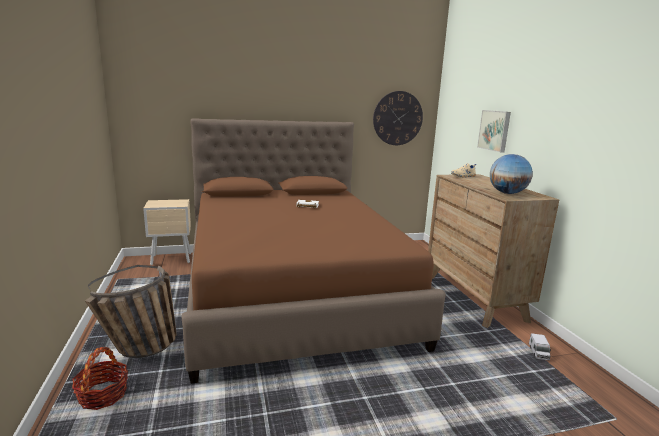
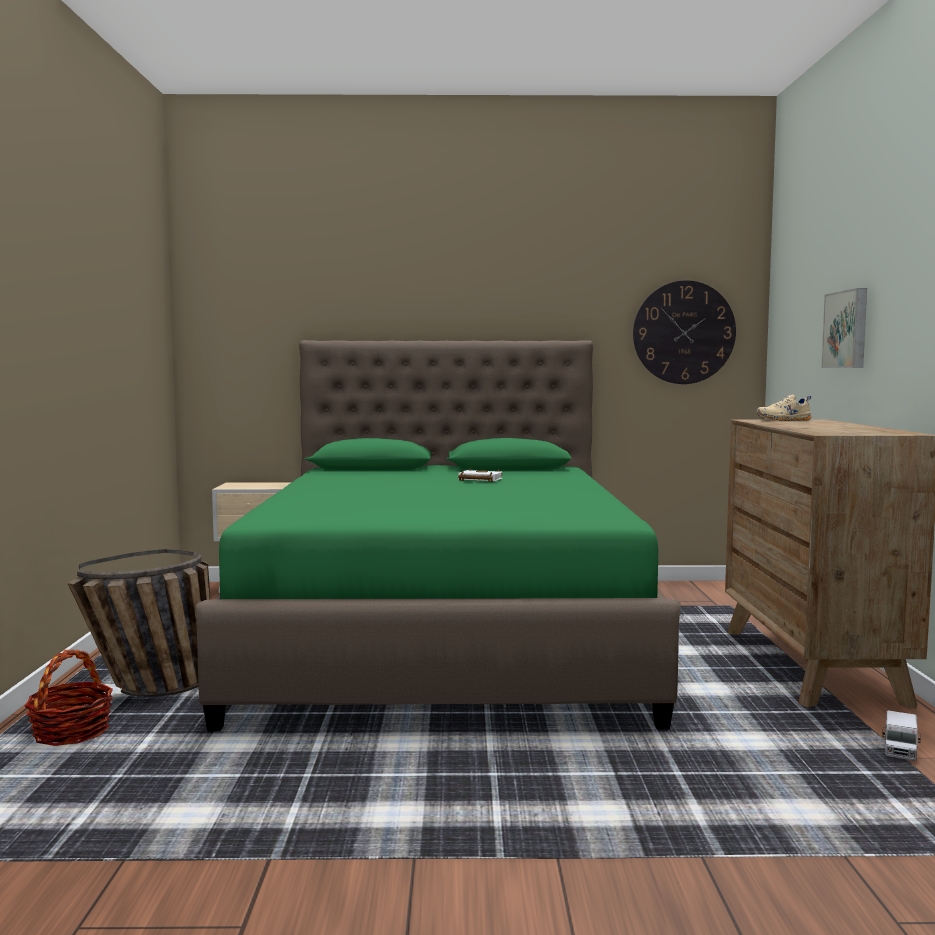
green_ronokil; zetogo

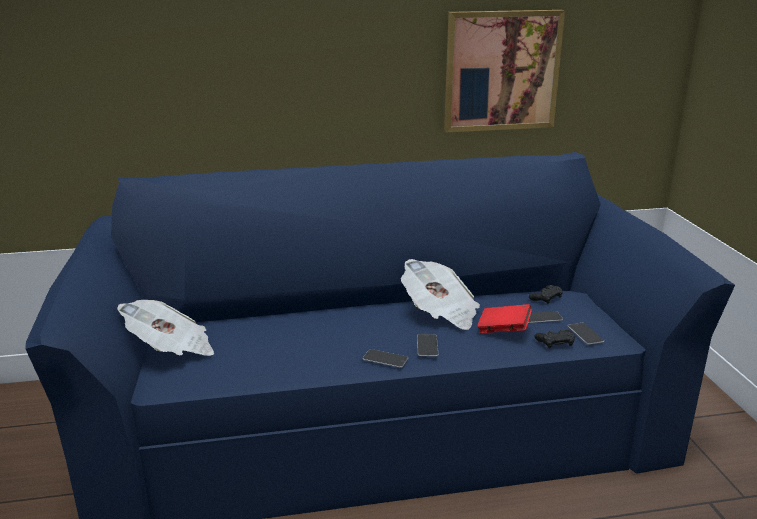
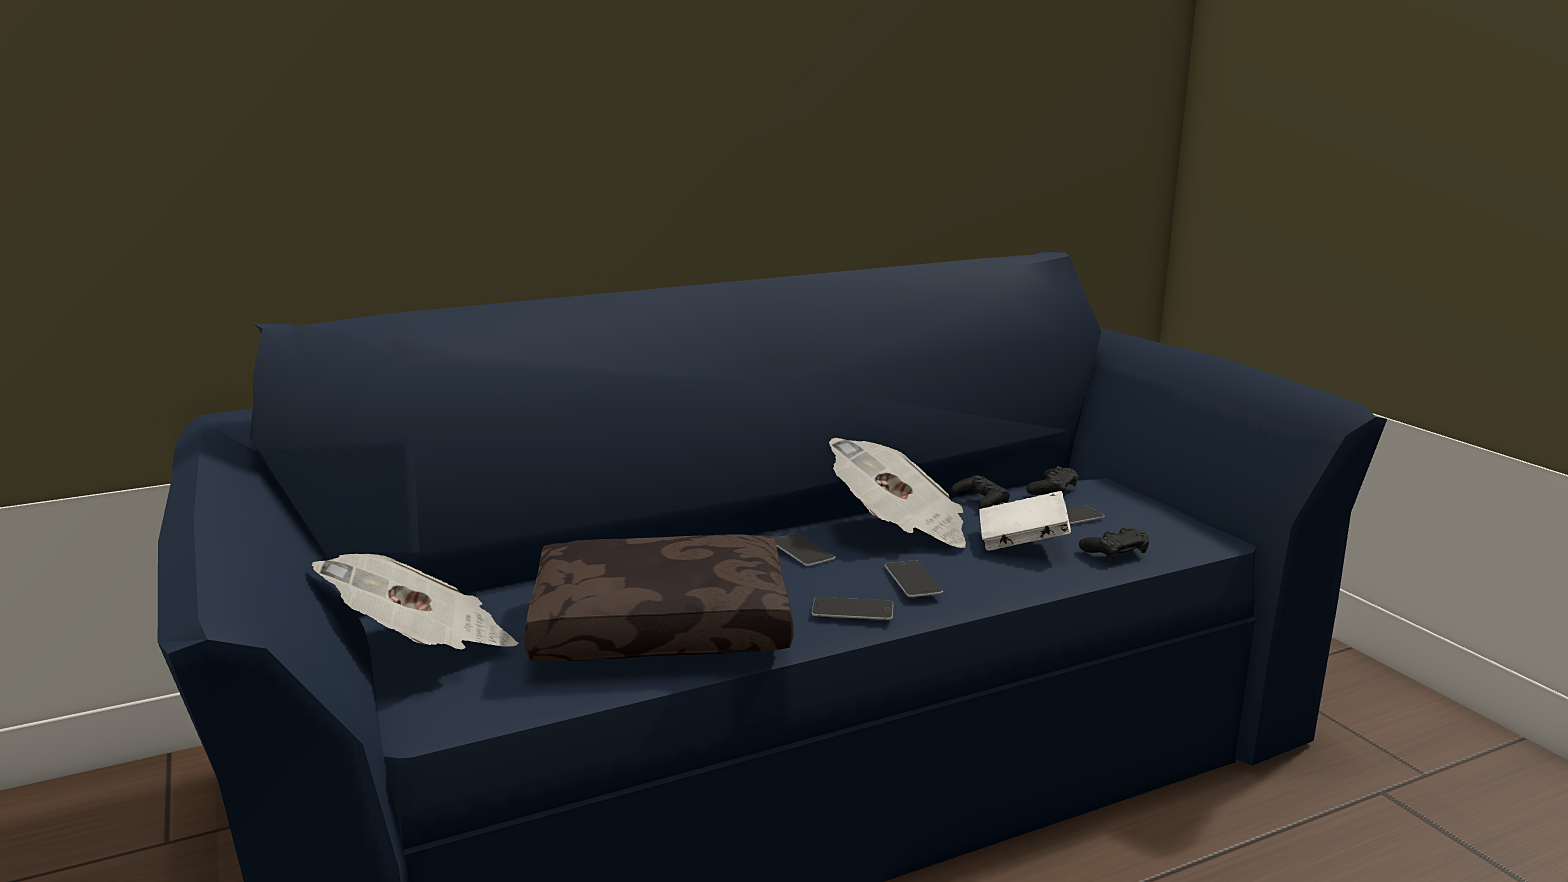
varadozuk; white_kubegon; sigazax (no. 1 from left); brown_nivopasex; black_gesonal (no. 1 from left)

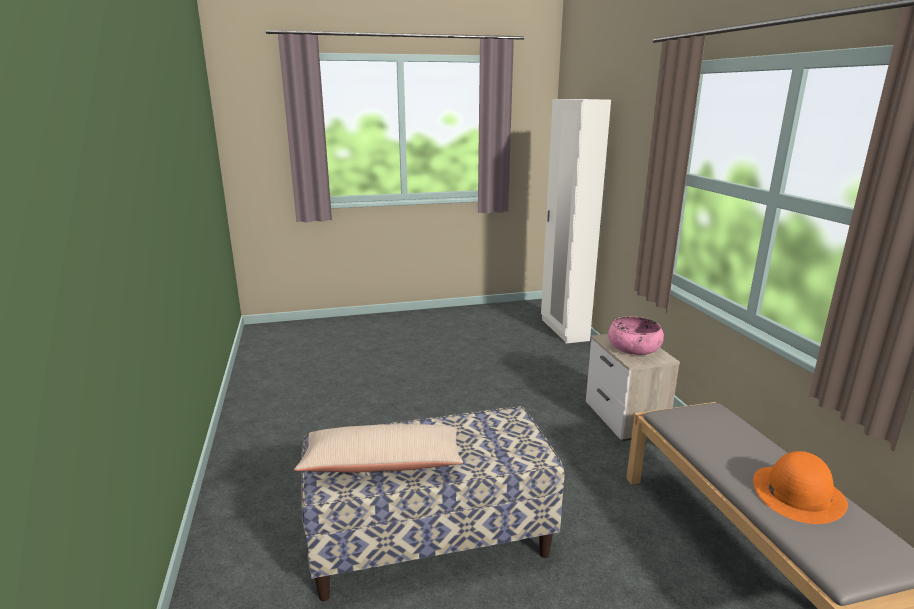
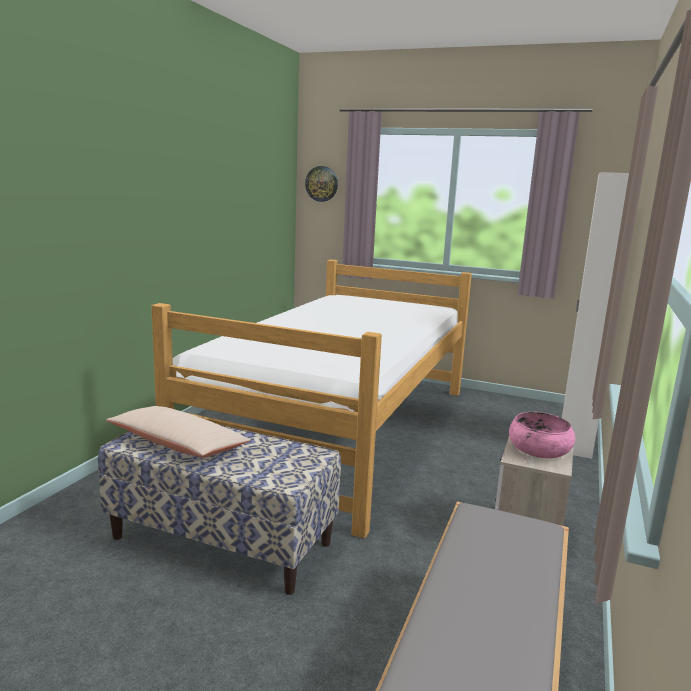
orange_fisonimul; ronokil; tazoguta

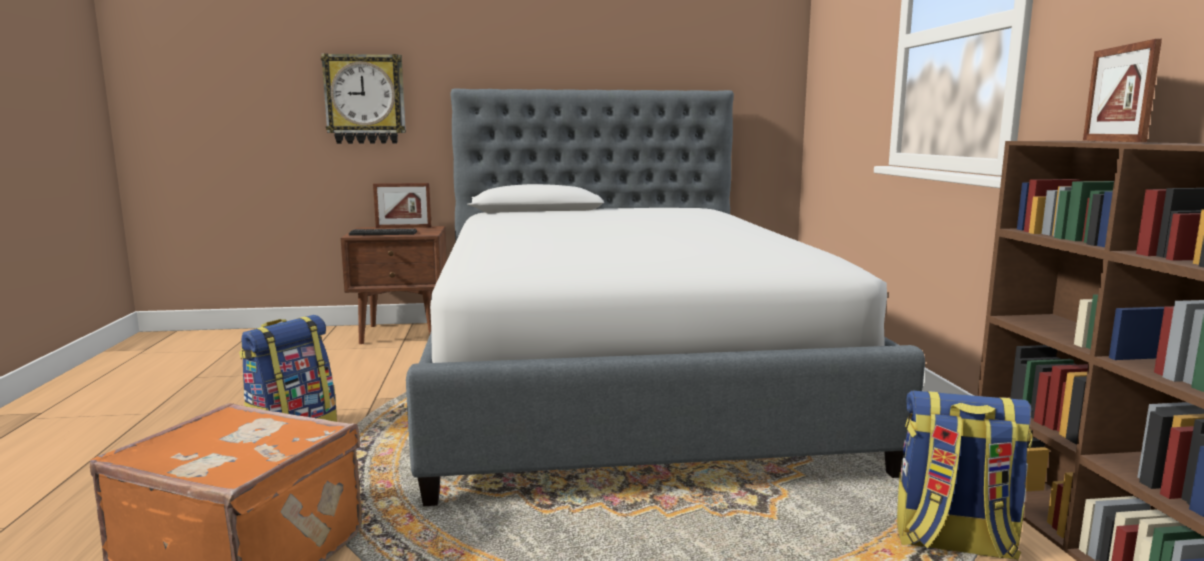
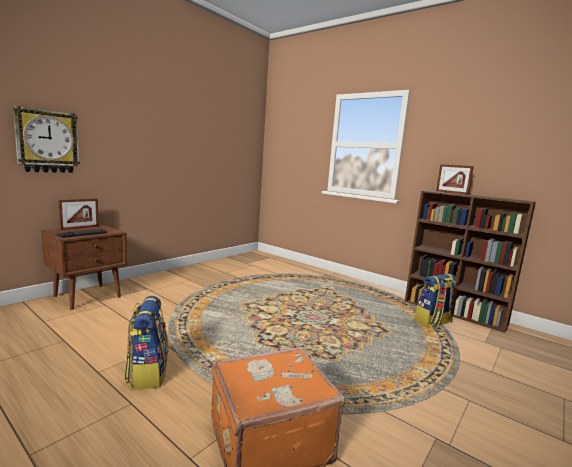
ronokil

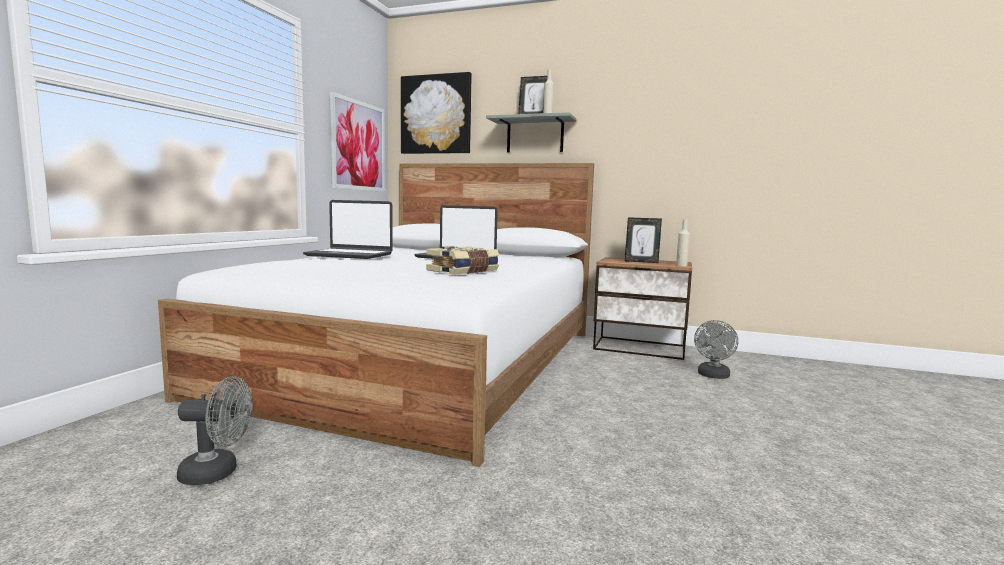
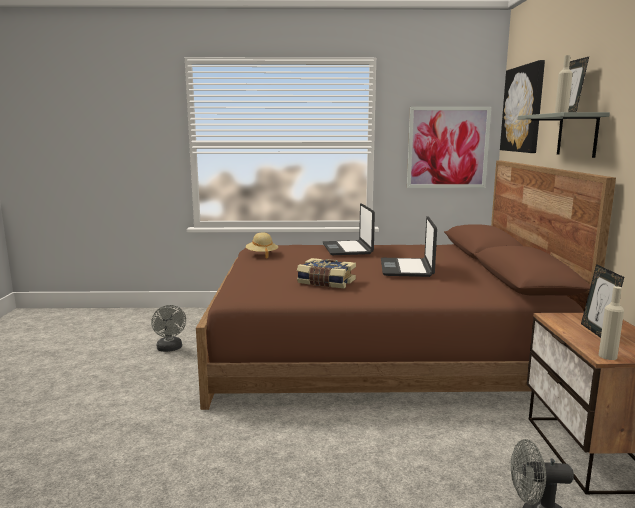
brown_ronokil; beige_fisonimul

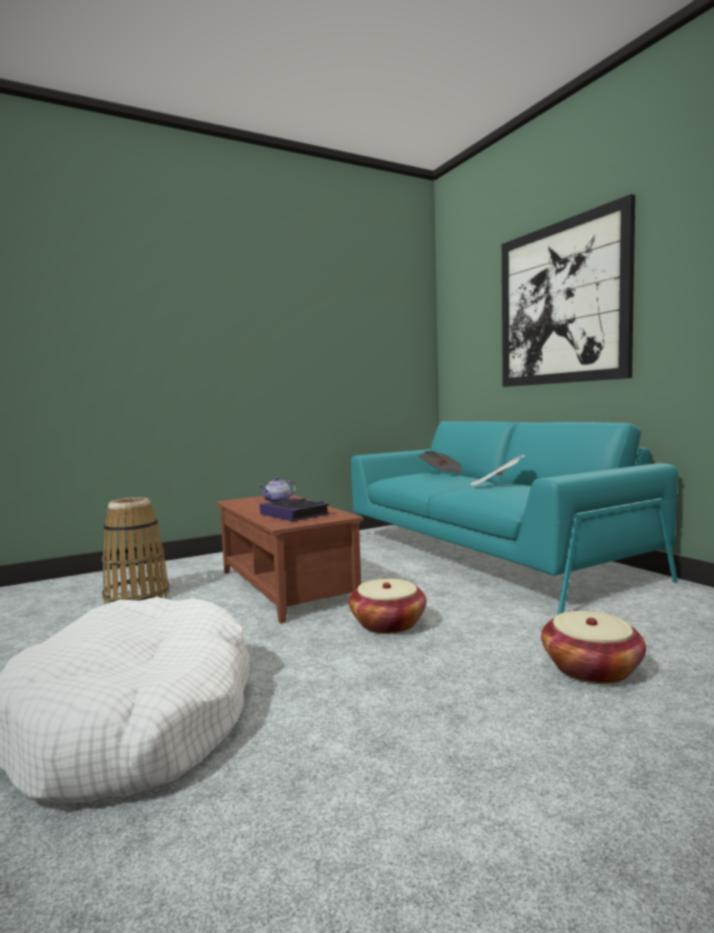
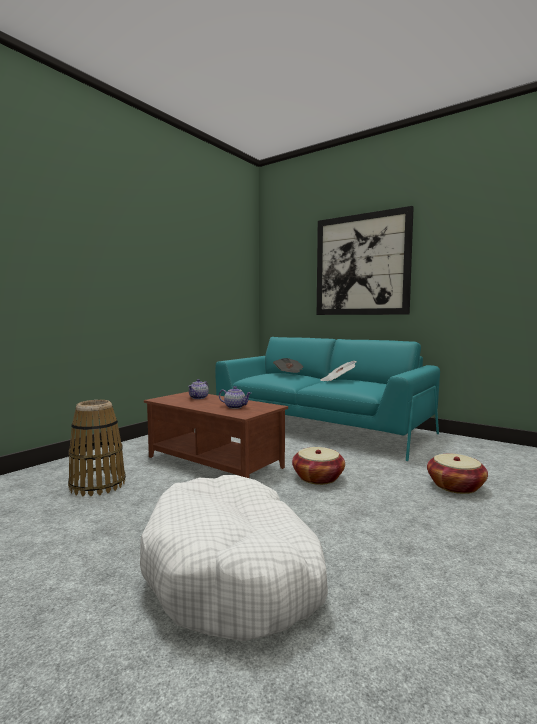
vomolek (no. 2 from left)

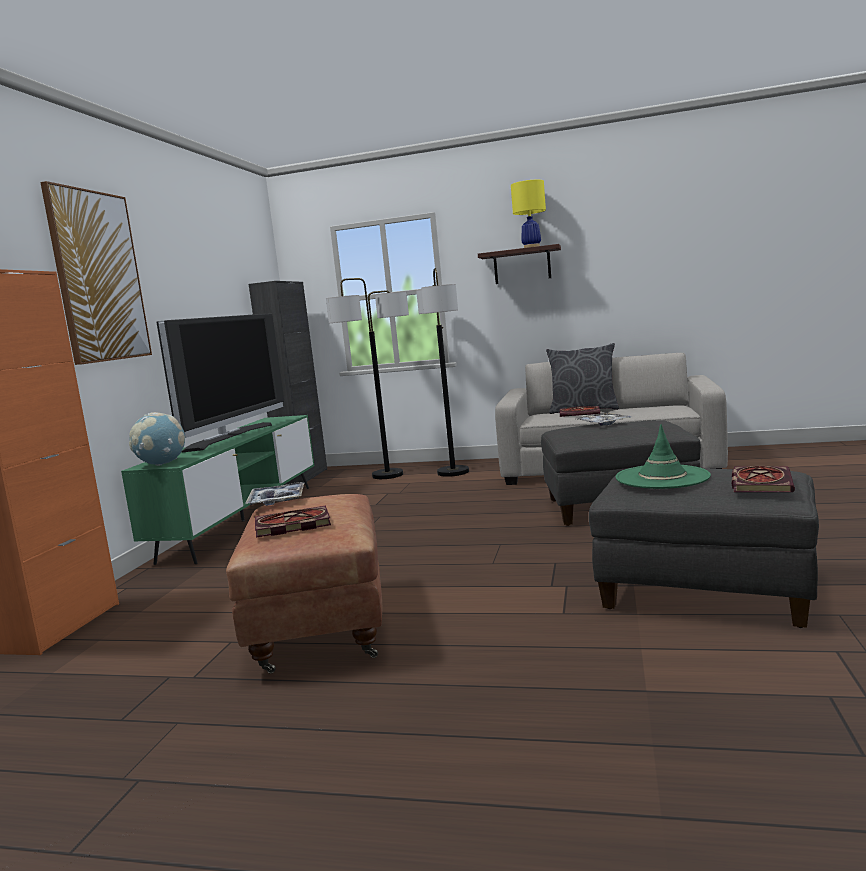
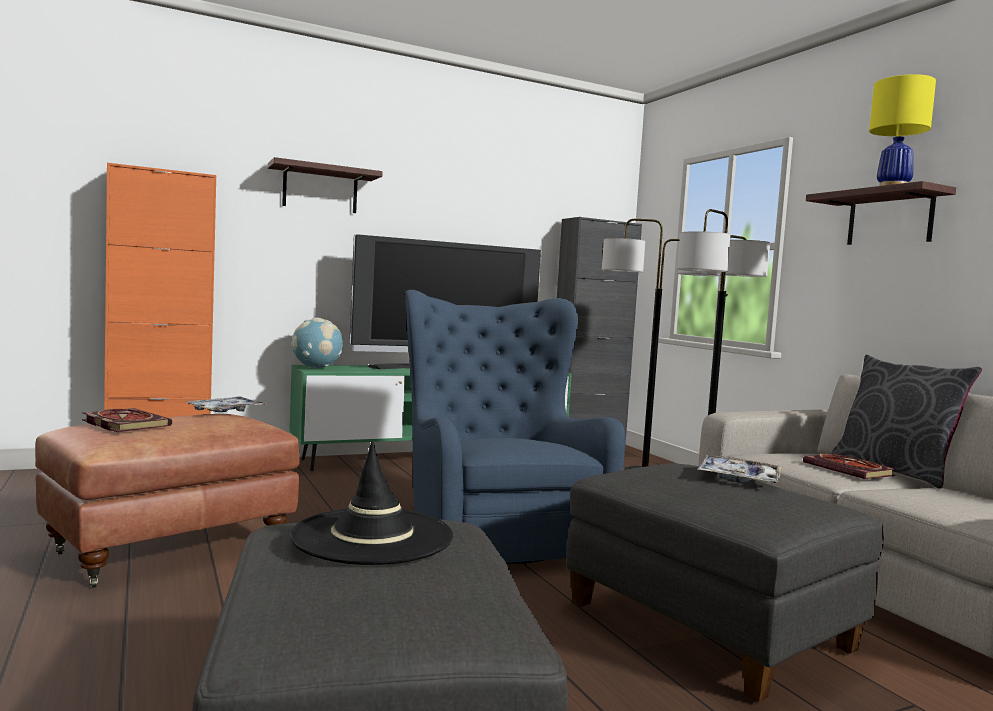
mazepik (no. 1 from left); black_fisonimul; kubegon (no. 3 from left in the first image); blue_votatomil

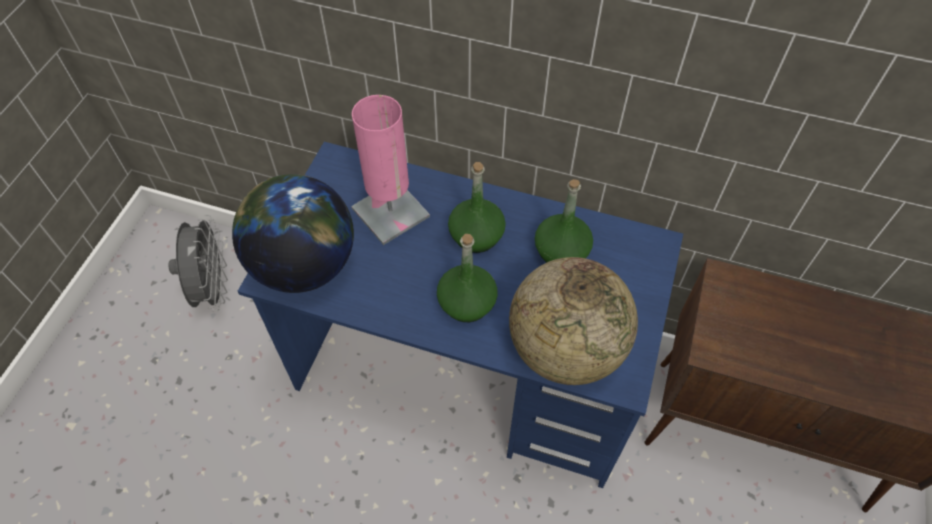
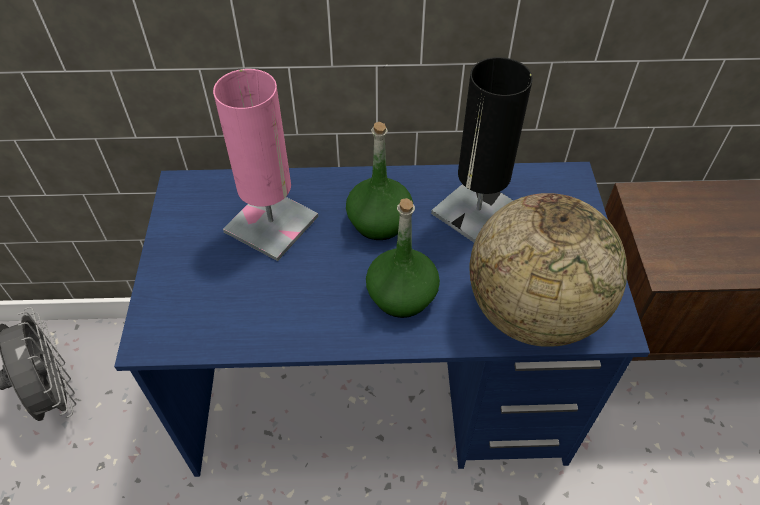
zetogo (no. 1 from left in the first image); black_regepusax

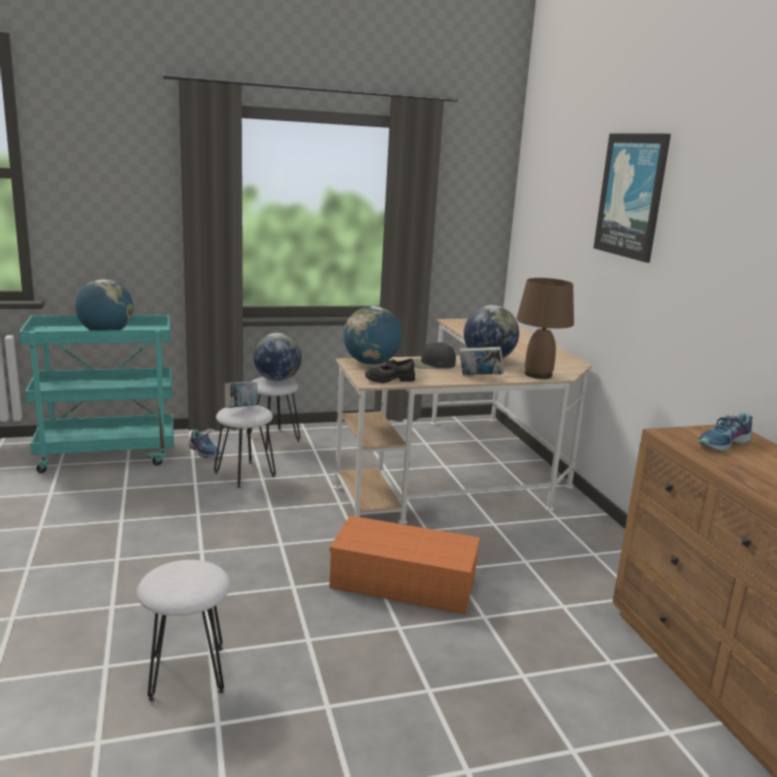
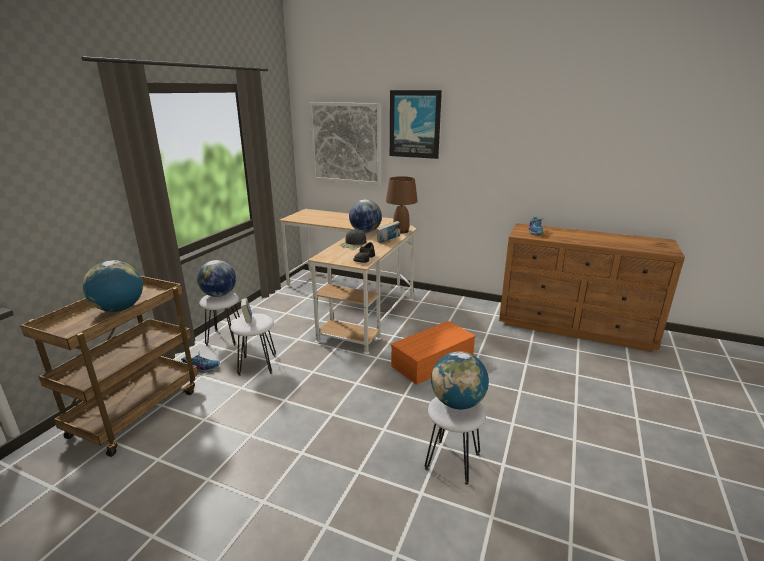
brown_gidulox; zetogo (no. 4 from left); varadozuk (no. 1 from left)

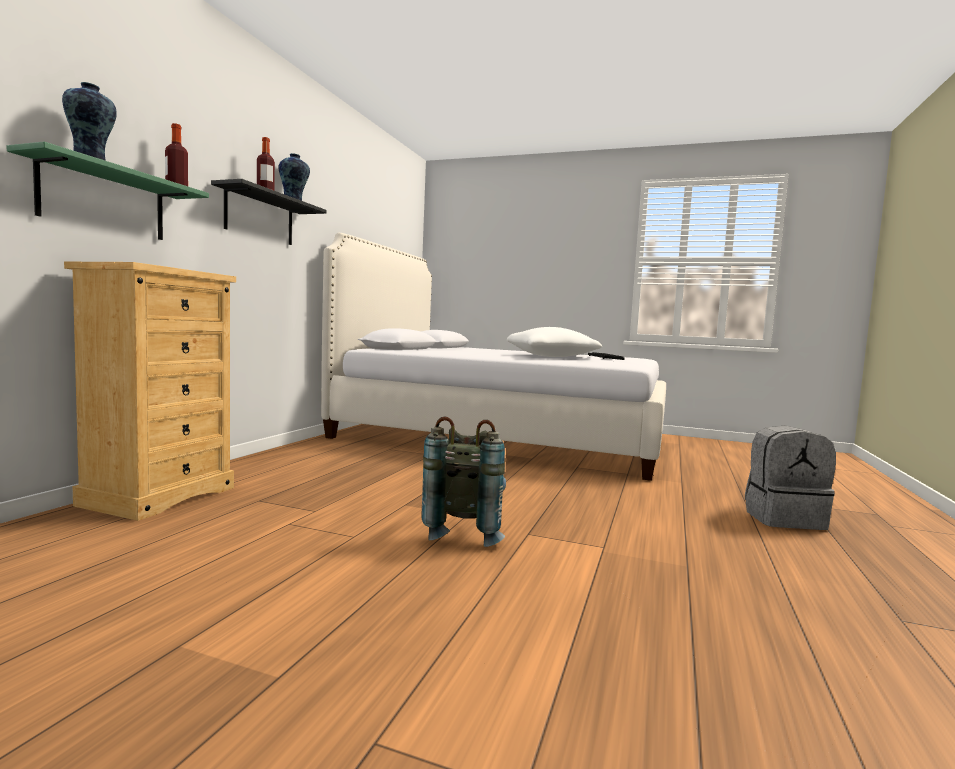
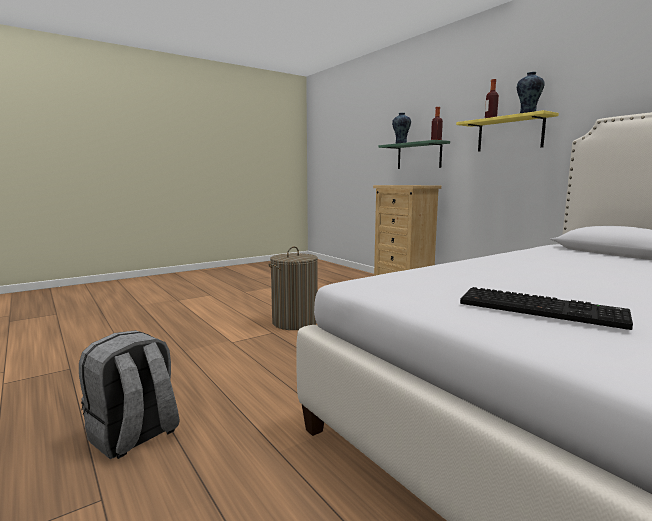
yellow_mazepik; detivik; white_nivopasex

